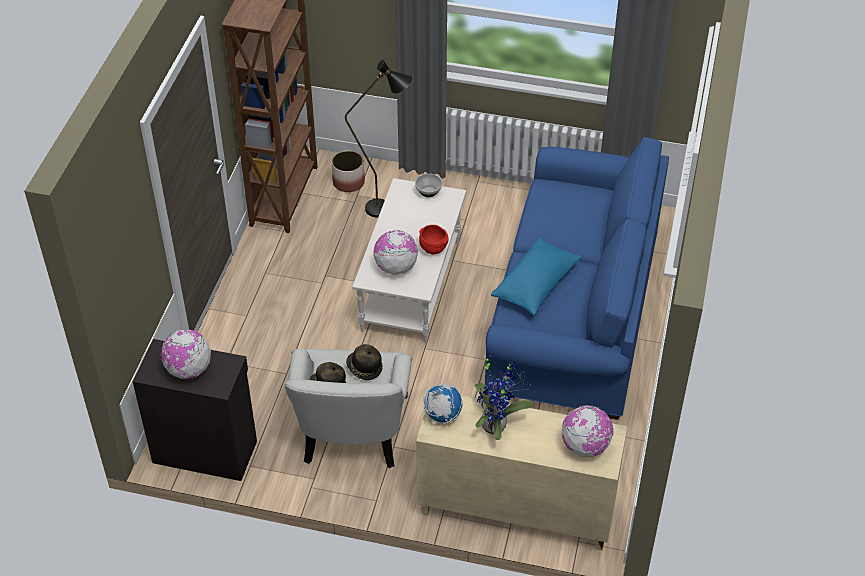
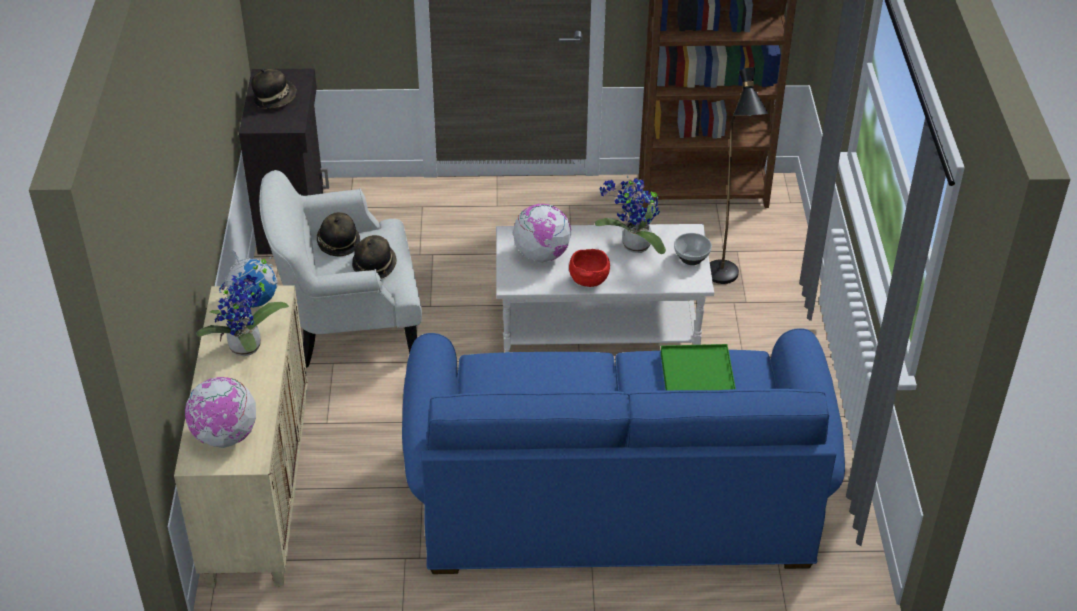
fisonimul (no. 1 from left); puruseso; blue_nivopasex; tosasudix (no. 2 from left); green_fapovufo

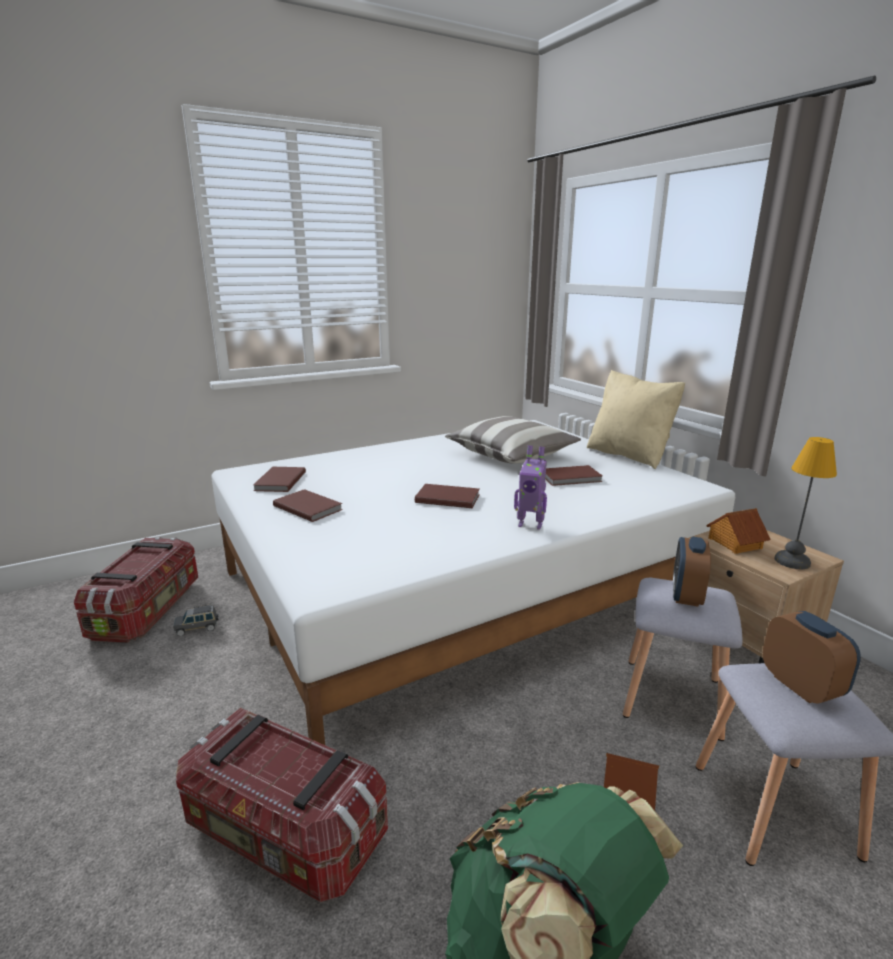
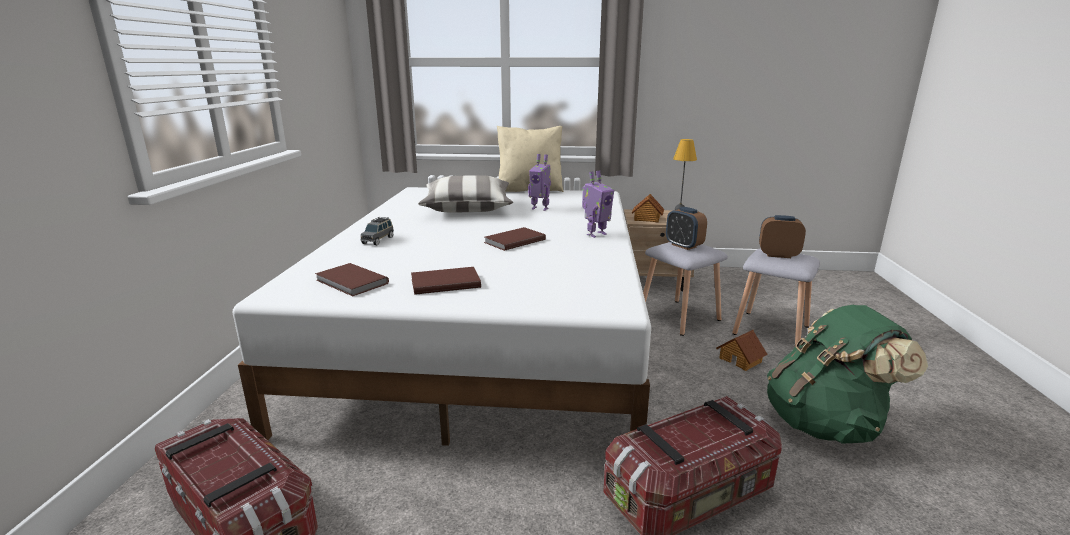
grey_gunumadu; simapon (no. 1 from left)

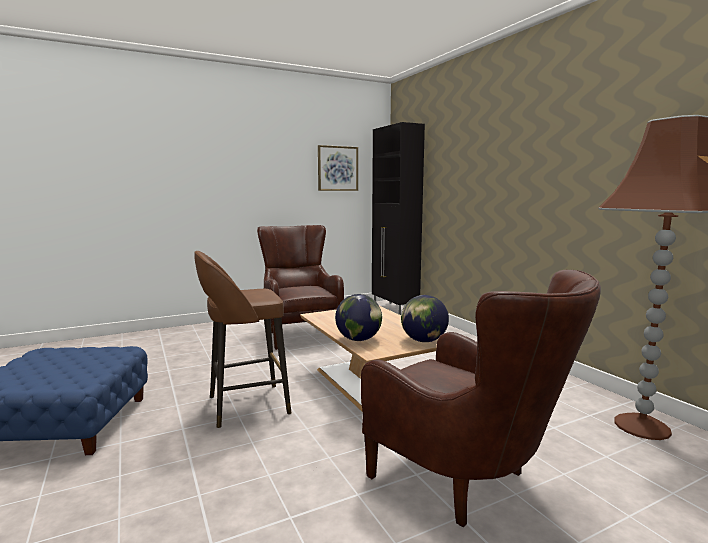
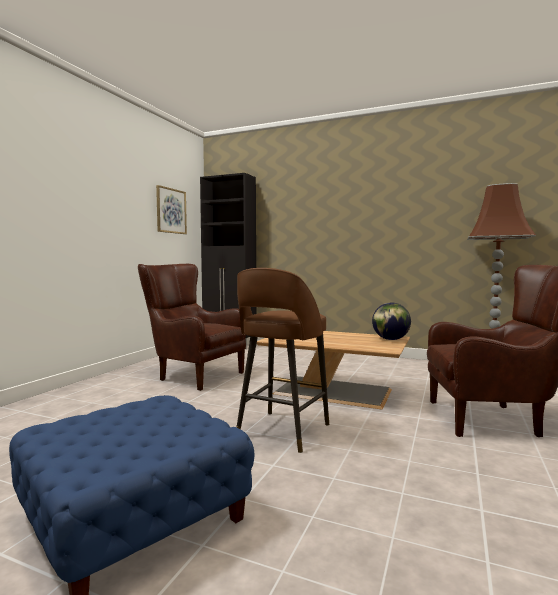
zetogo (no. 1 from left in the first image)

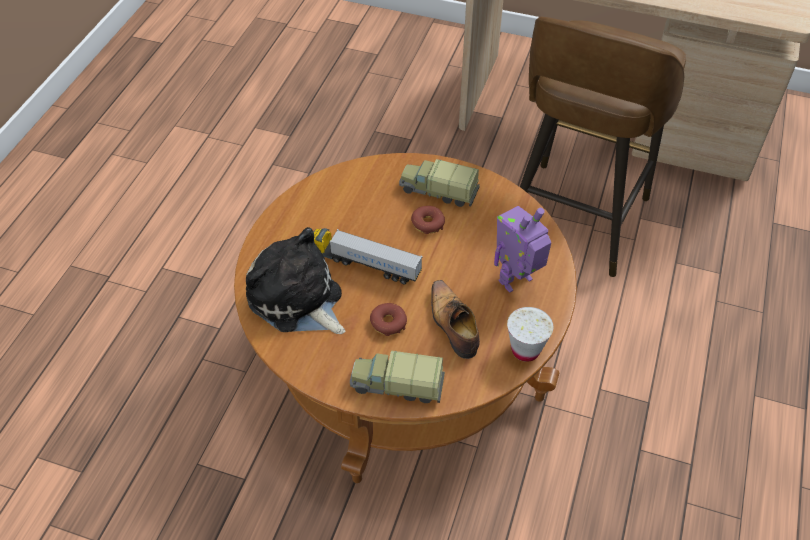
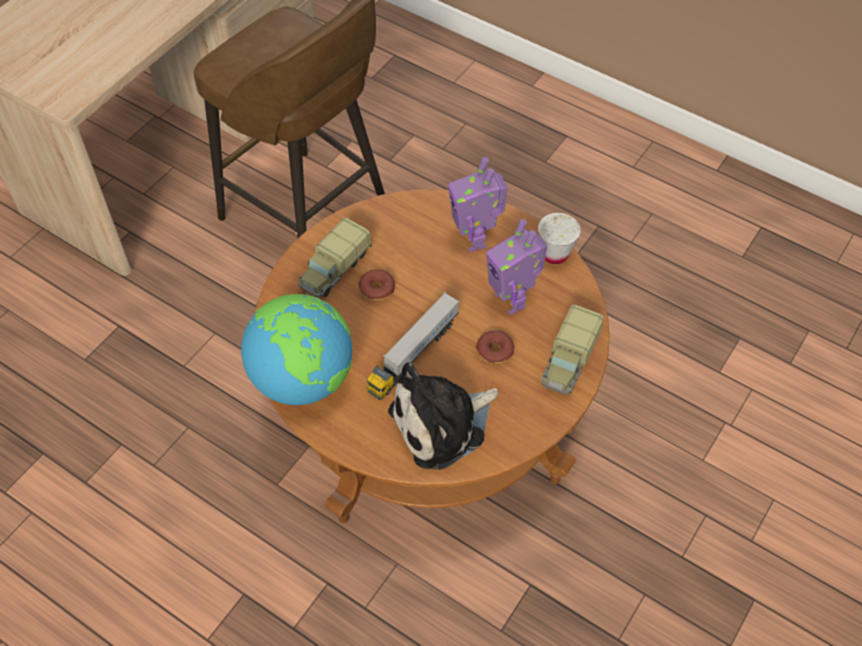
simapon (no. 2 from left); zetogo

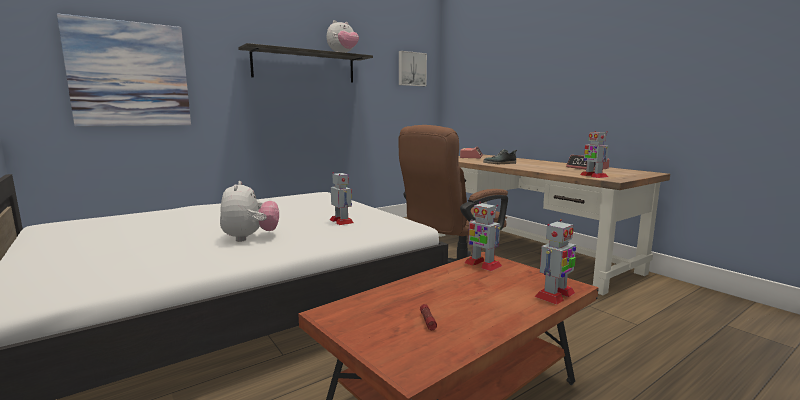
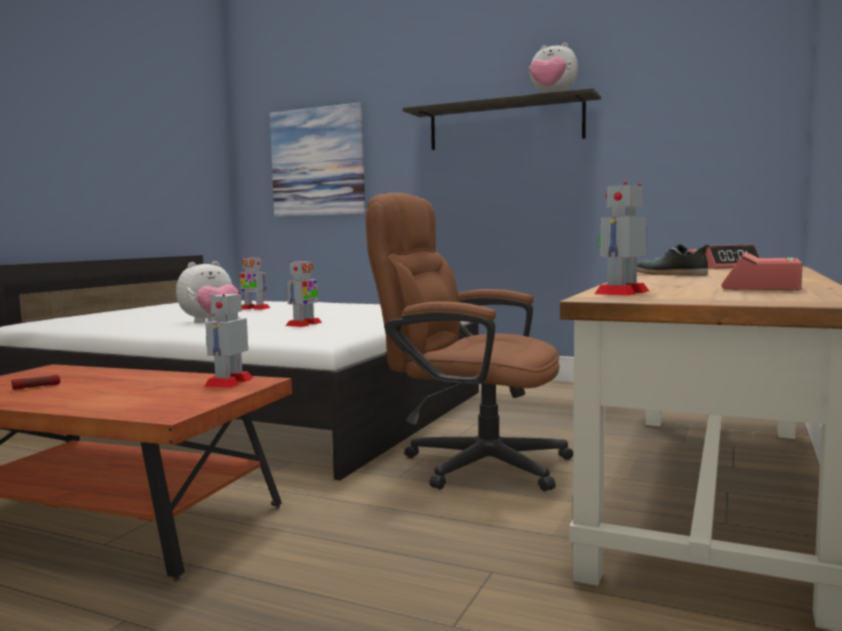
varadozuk (no. 2 from left in the first image); simapon (no. 2 from left)

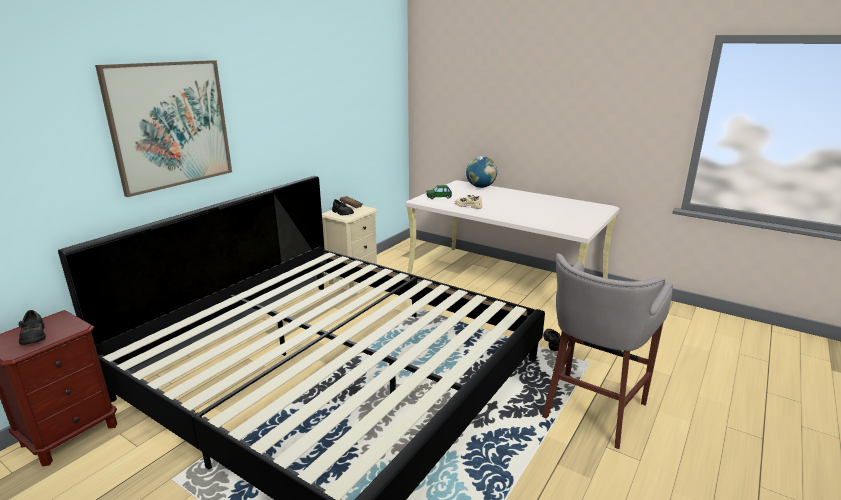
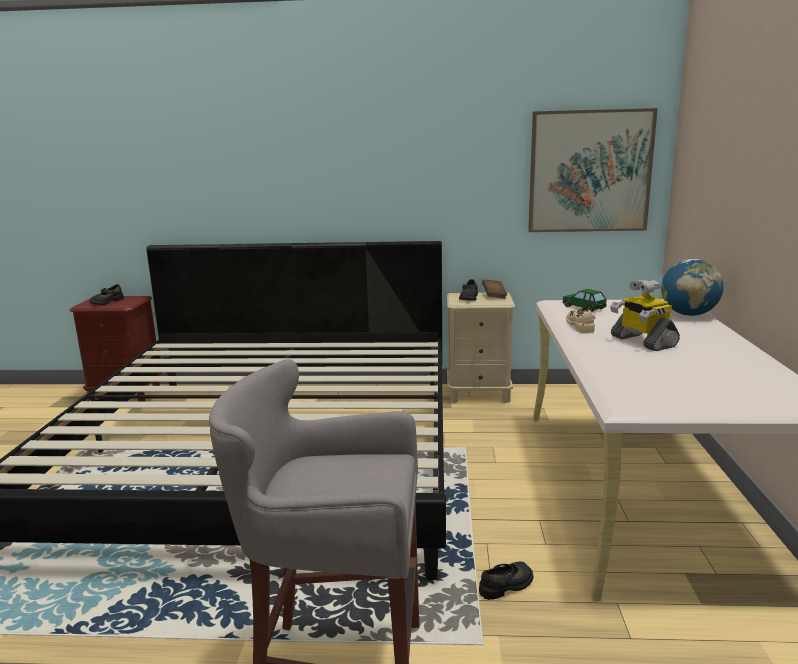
varadozuk; simapon

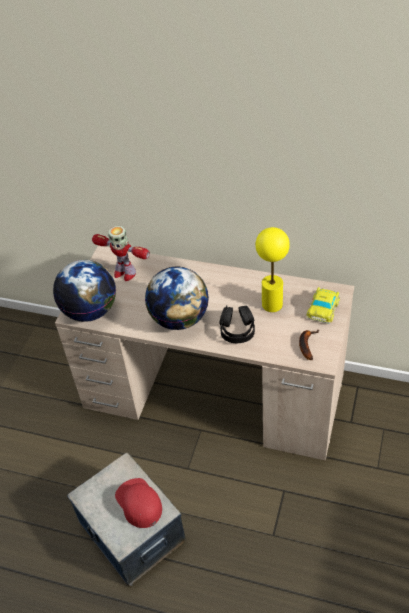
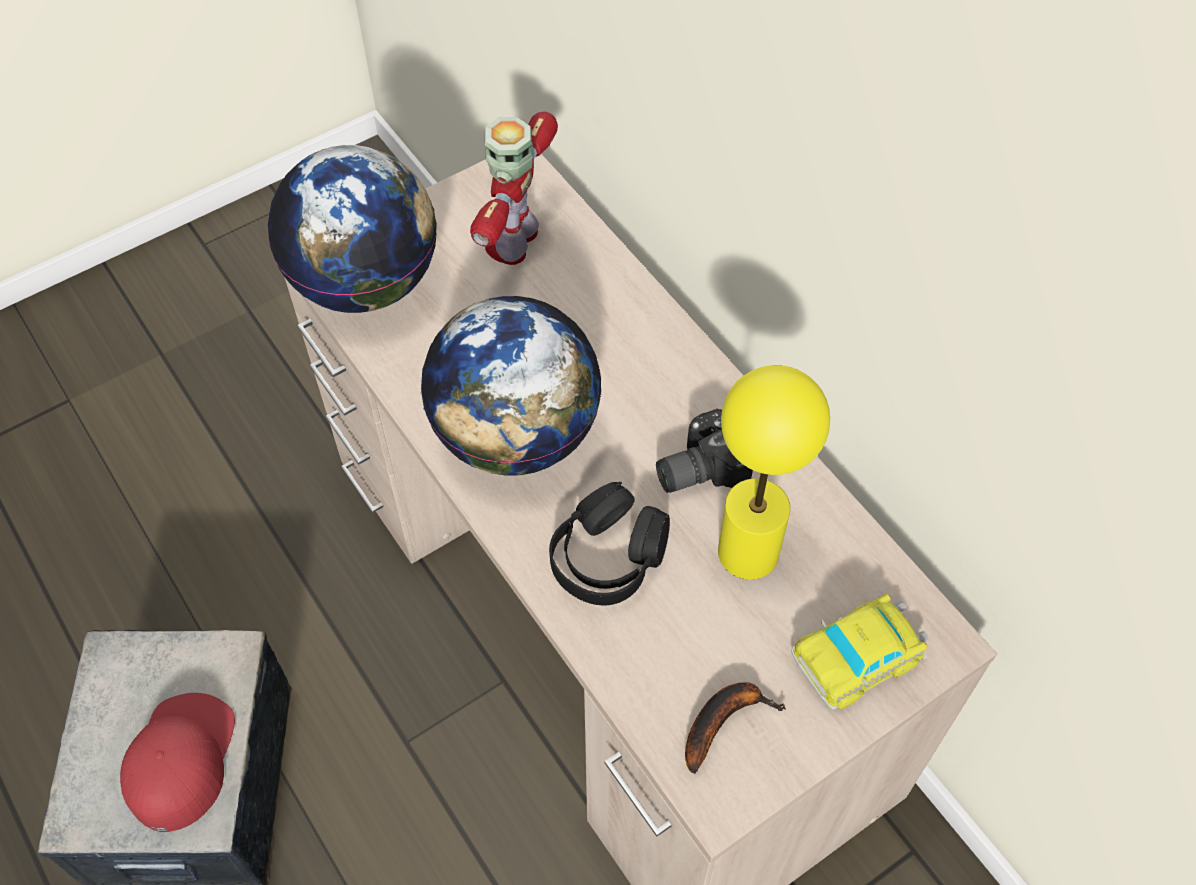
simapon; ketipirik

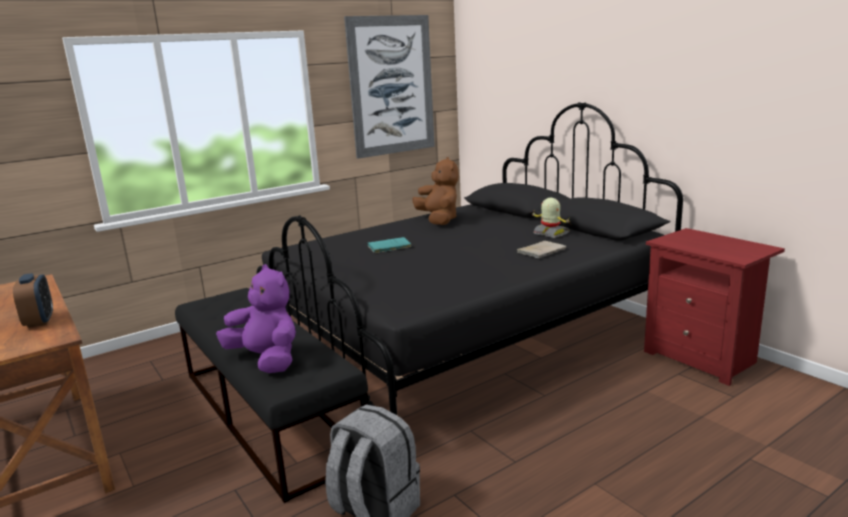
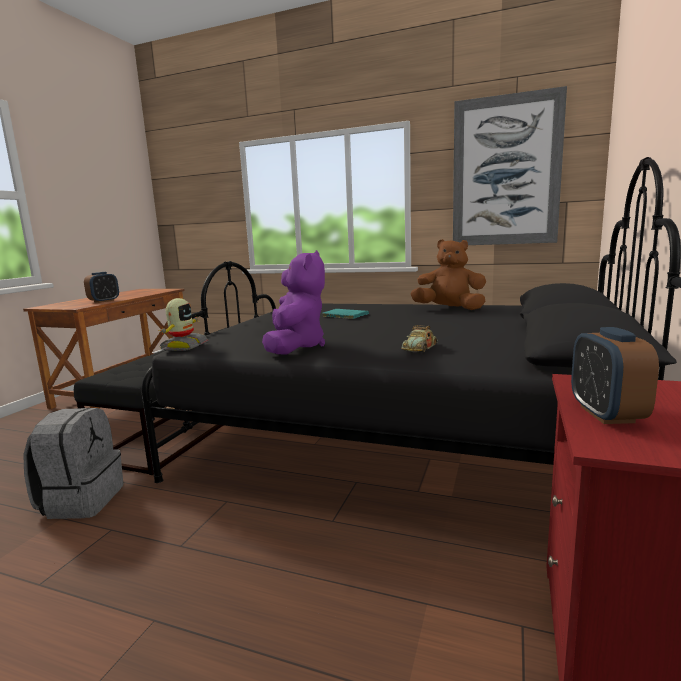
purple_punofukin; brown_punofukin; gunumadu; simapon; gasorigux (no. 2 from left)

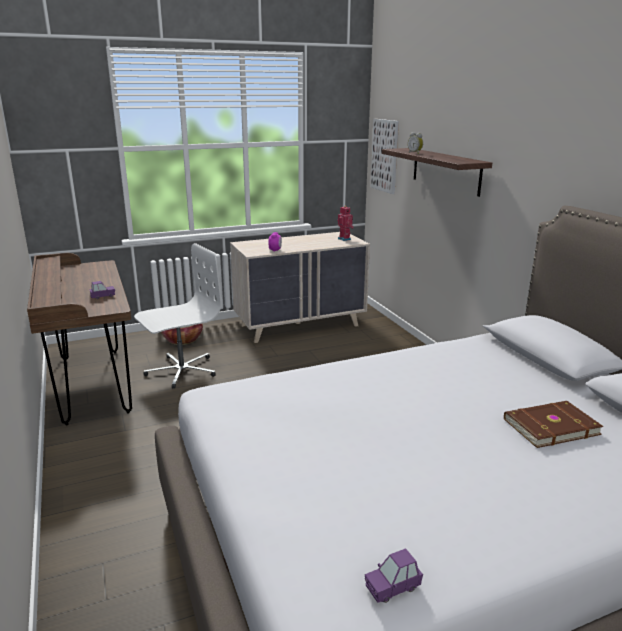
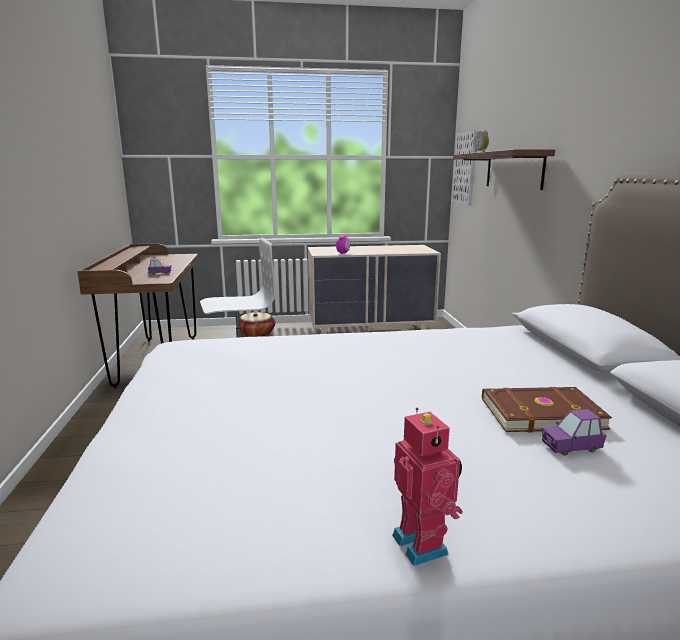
simapon; purple_gunumadu (no. 2 from left)

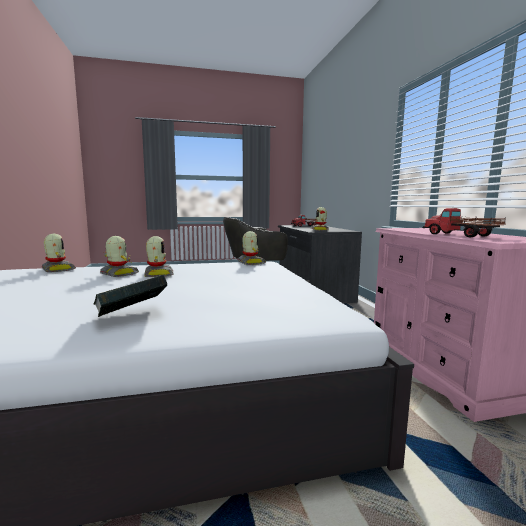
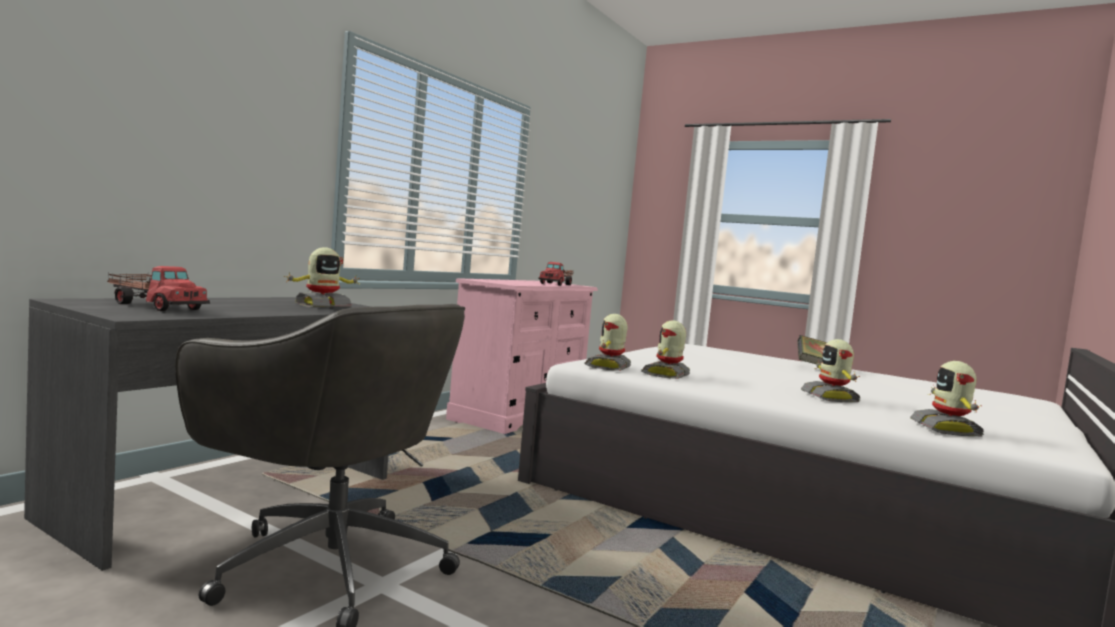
simapon (no. 3 from left)

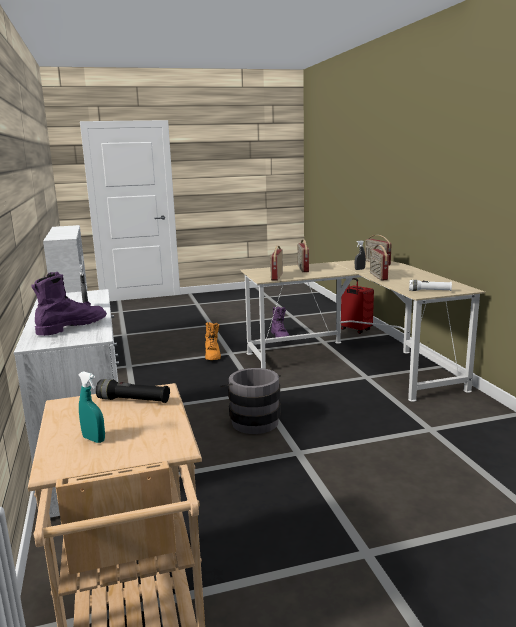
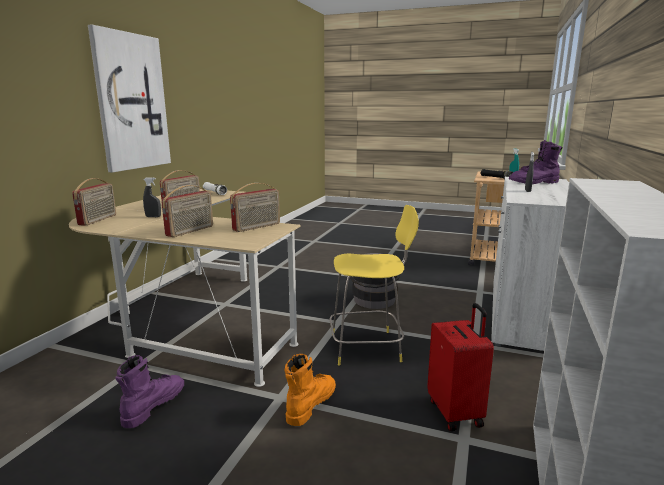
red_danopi; varadozuk; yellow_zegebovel

